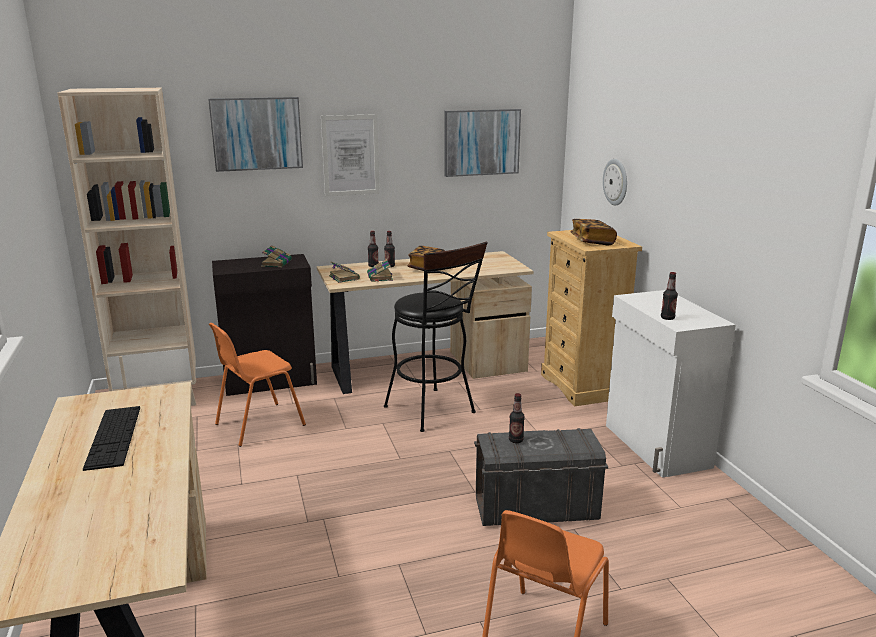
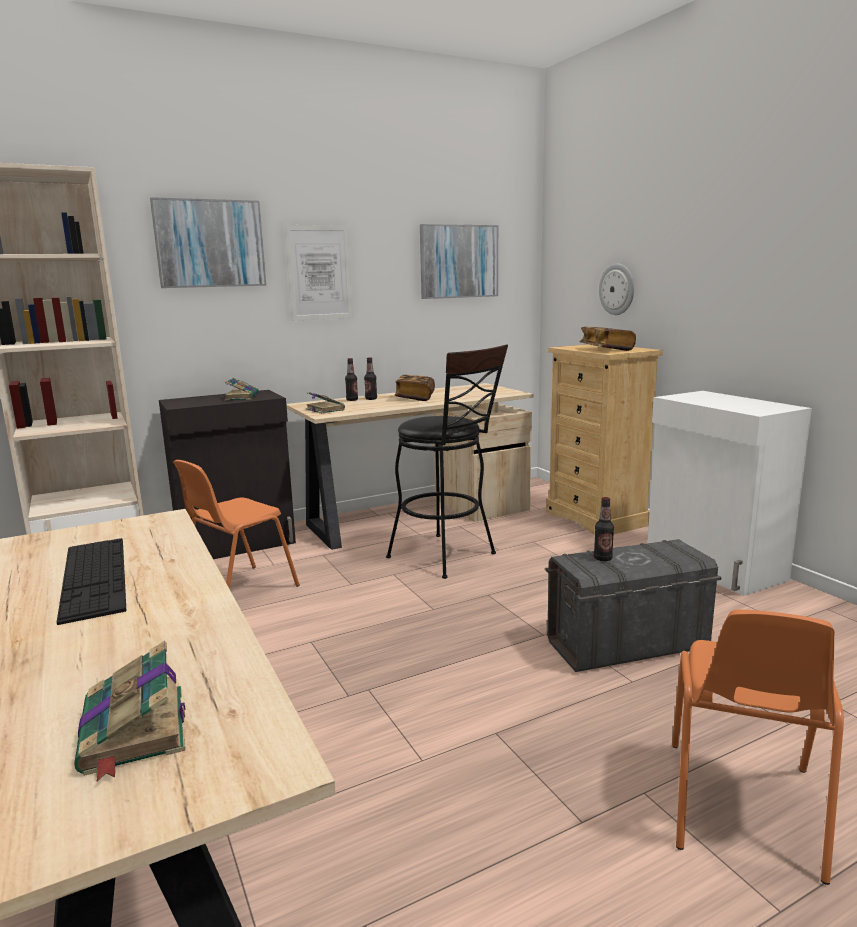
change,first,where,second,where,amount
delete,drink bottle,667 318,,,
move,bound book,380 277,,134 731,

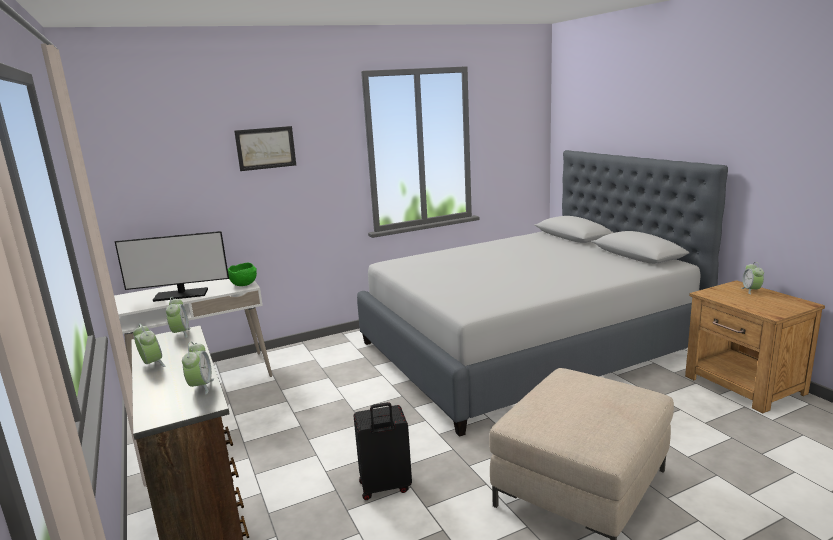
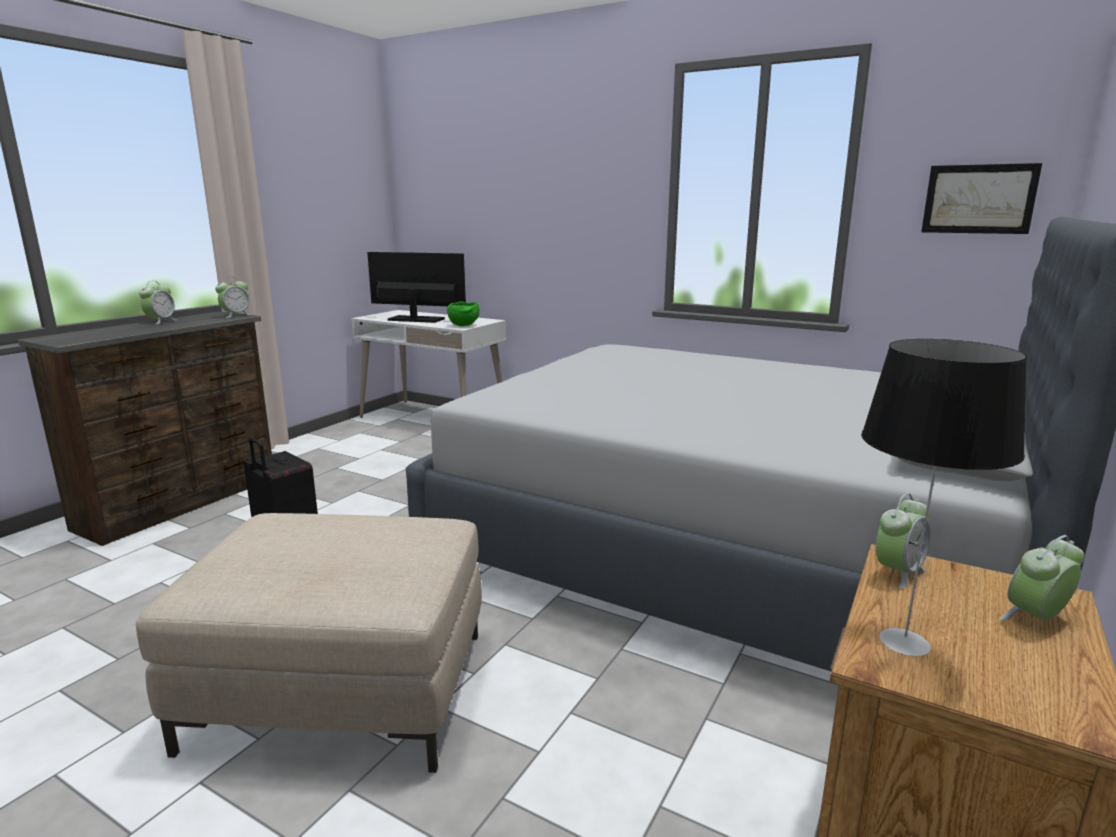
change,first,where,second,where,amount
insert,,,table lamp,904 643,
move,table clock,201 387,,898 573,
move,wall picture,266 148,,979 199,
rotate,computer screen,181 295,,416 319,150 degrees clockwise

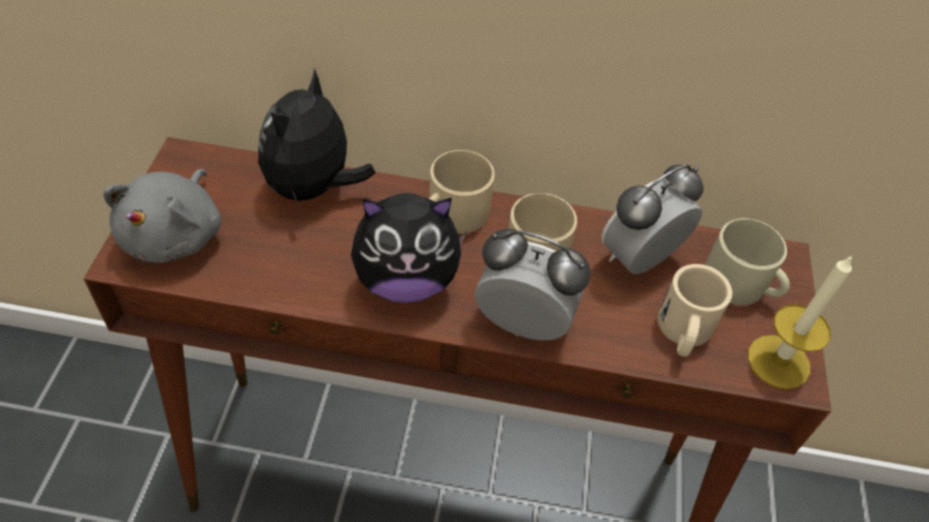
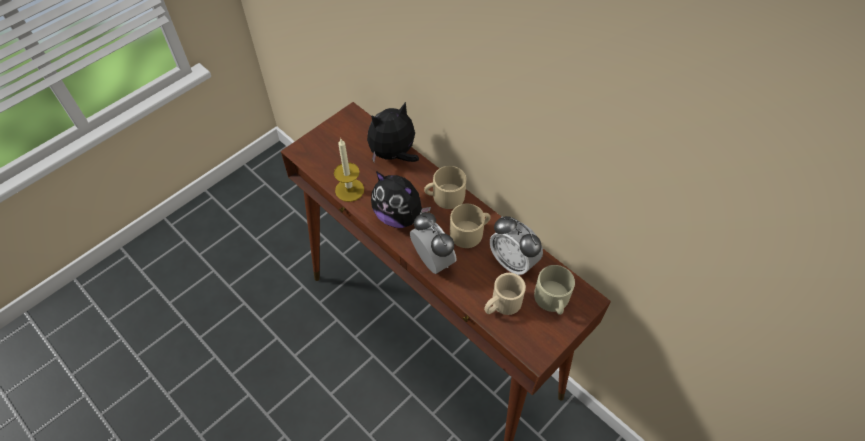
change,first,where,second,where,amount
delete,greyish soft toy,176 235,,,
move,wax candle,778 361,,349 190,
rotate,table clock,639 259,,513 262,135 degrees counterclockwise

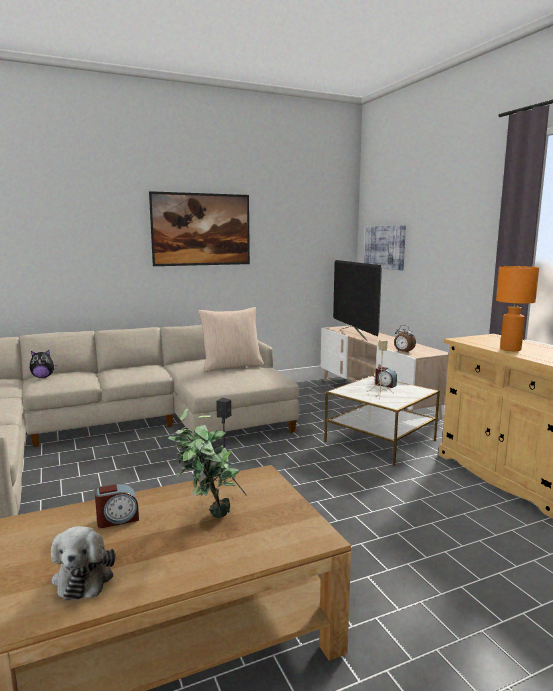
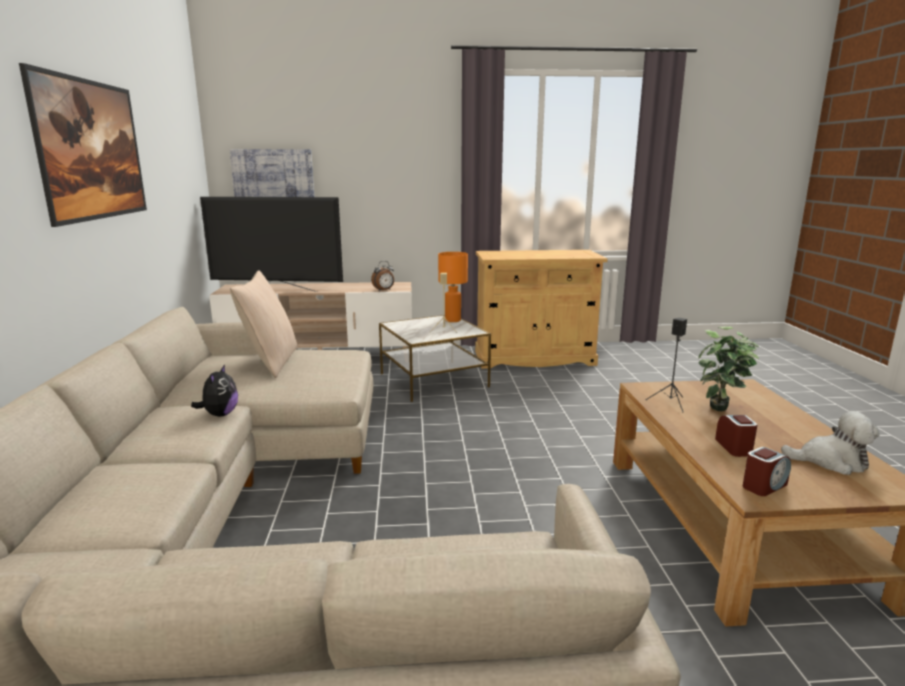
change,first,where,second,where,amount
move,soft toy,43 377,,220 414,
move,table clock,385 385,,764 486,
move,orange table lamp,509 349,,452 320,

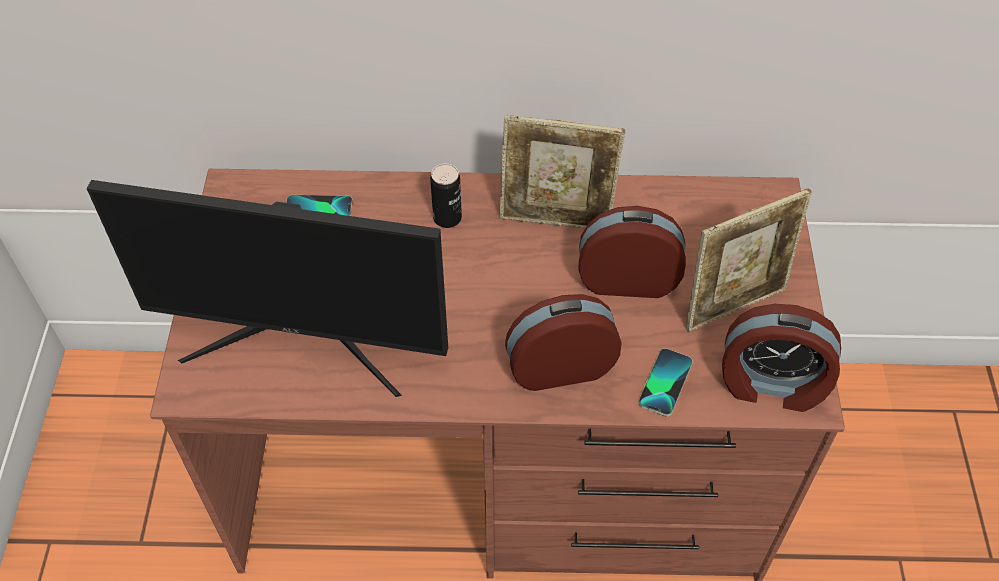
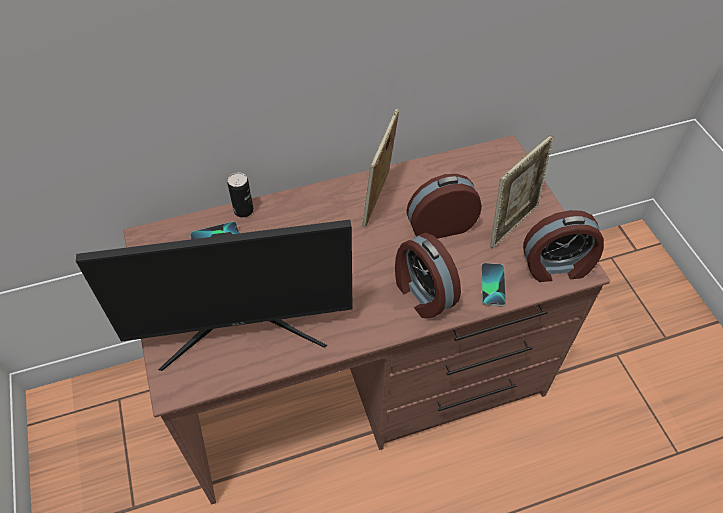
change,first,where,second,where,amount
move,can,447 218,,243 210,
rotate,photo frame,556 220,,378 200,120 degrees clockwise
rotate,table clock,559 365,,422 293,90 degrees counterclockwise

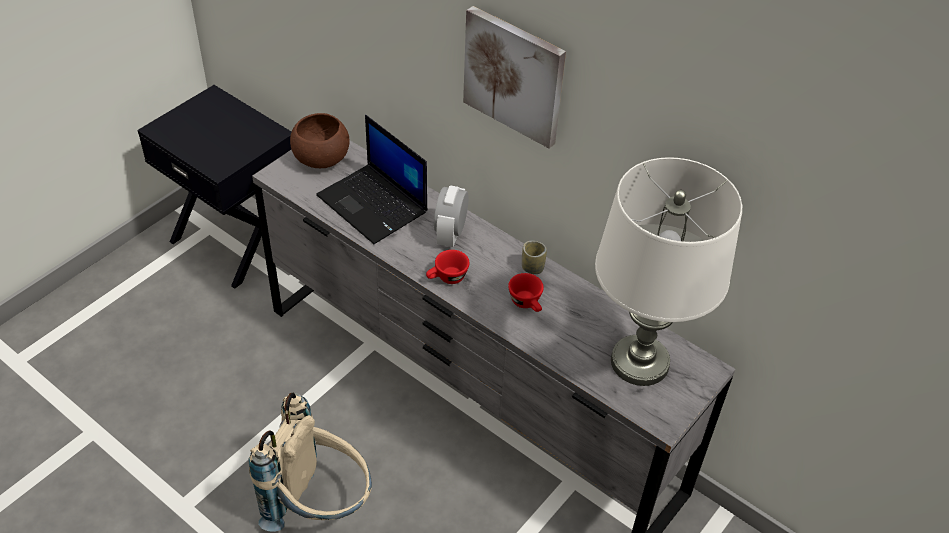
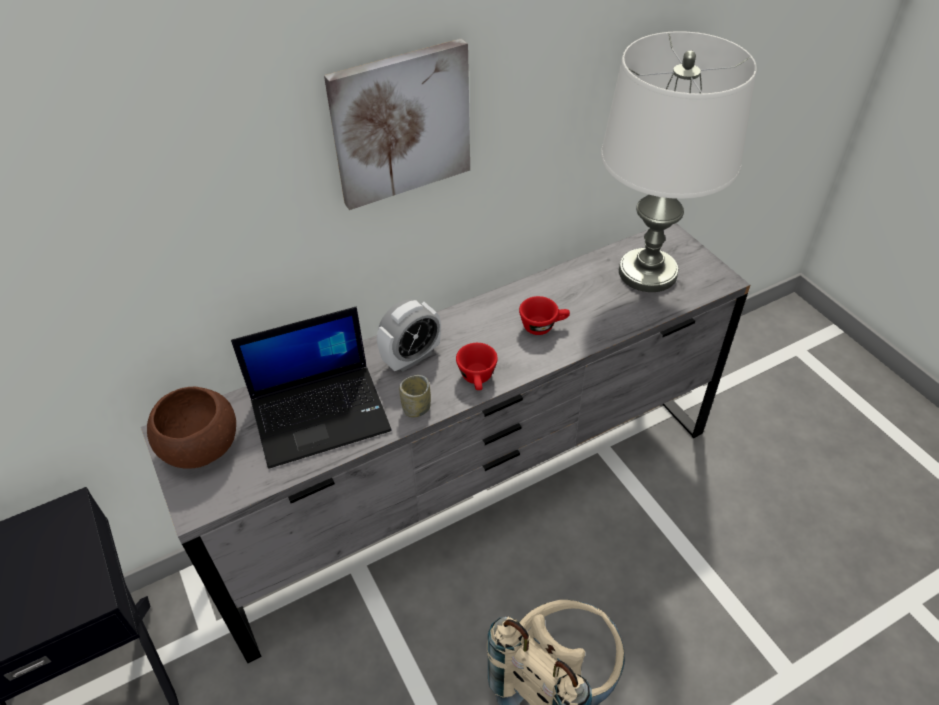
change,first,where,second,where,amount
move,small cup,532 267,,416 408,
rotate,table clock,450 234,,411 357,75 degrees counterclockwise

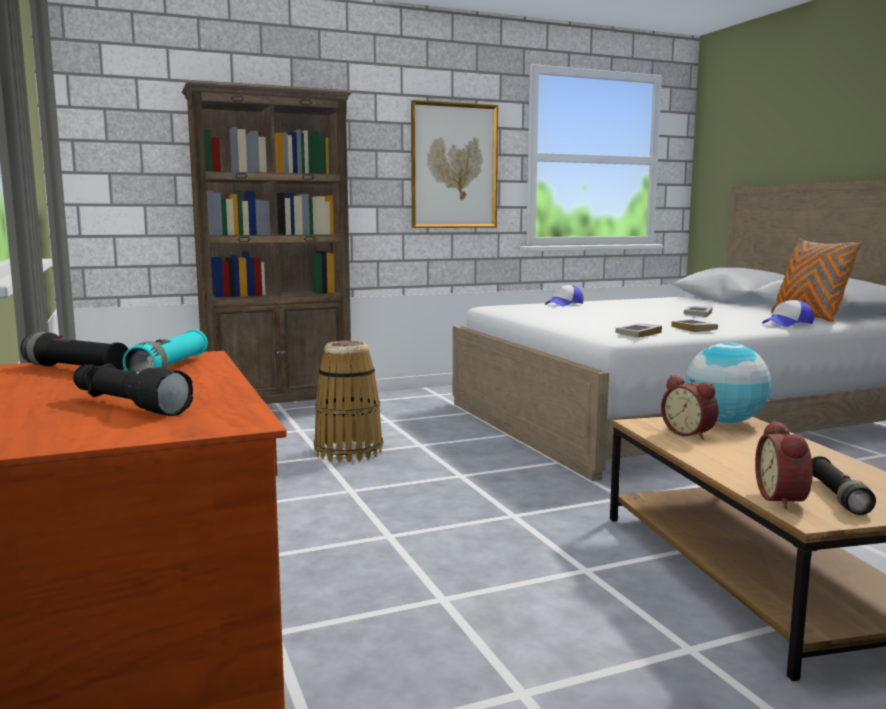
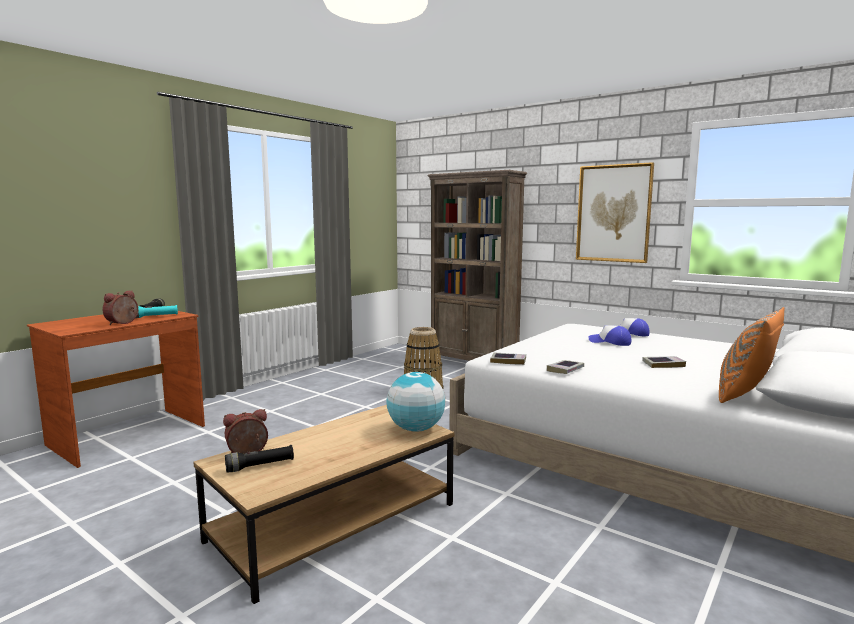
change,first,where,second,where,amount
delete,black torch,127 405,,,
move,table clock,689 433,,123 323,
move,baseball cap,787 324,,610 342,

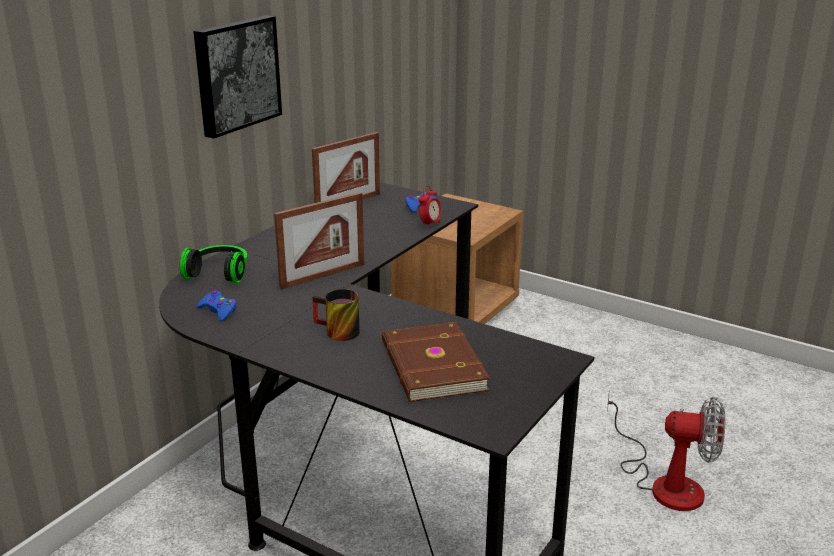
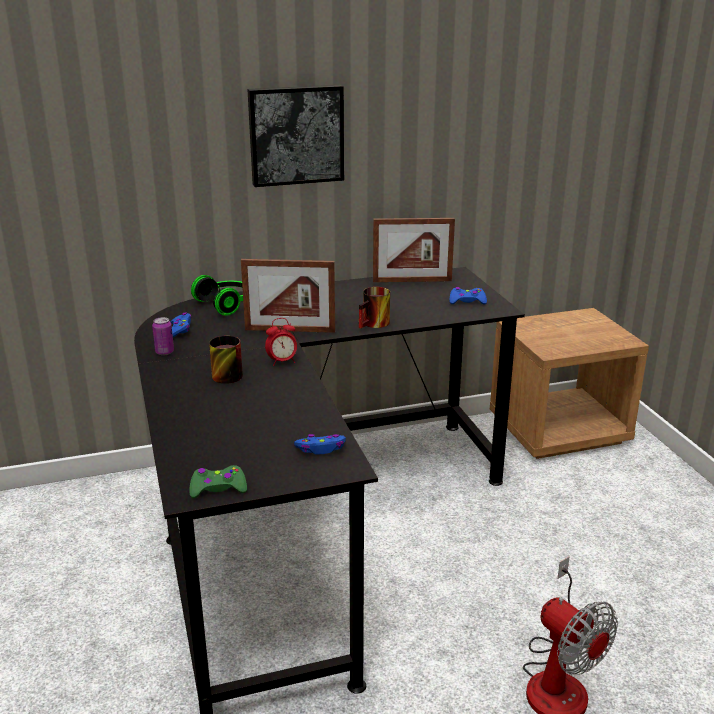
change,first,where,second,where,amount
delete,brownish bound book,431 367,,,
insert,,,can,164 352,
insert,,,greenish game controller,218 488,
insert,,,blue-coloured game controller,321 449,
insert,,,tea mug,375 324,
move,table clock,430 224,,282 362,

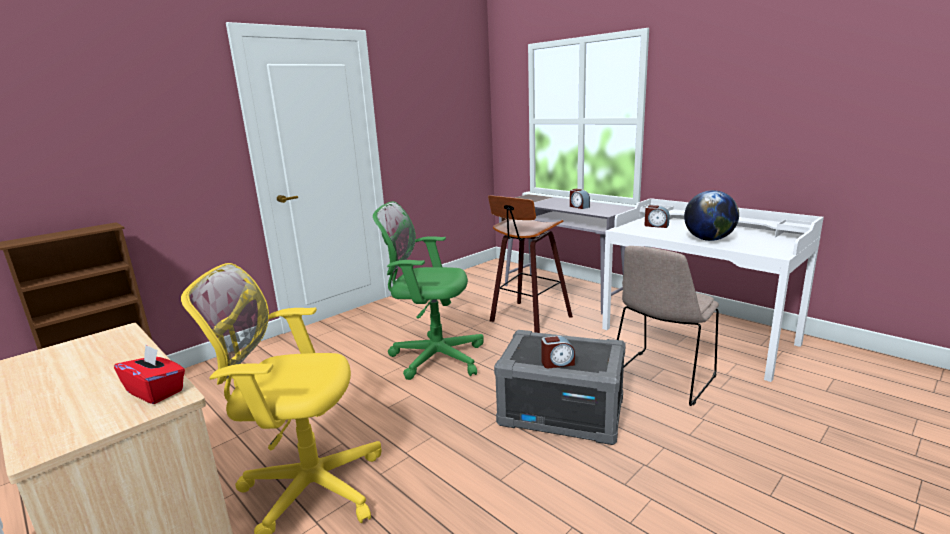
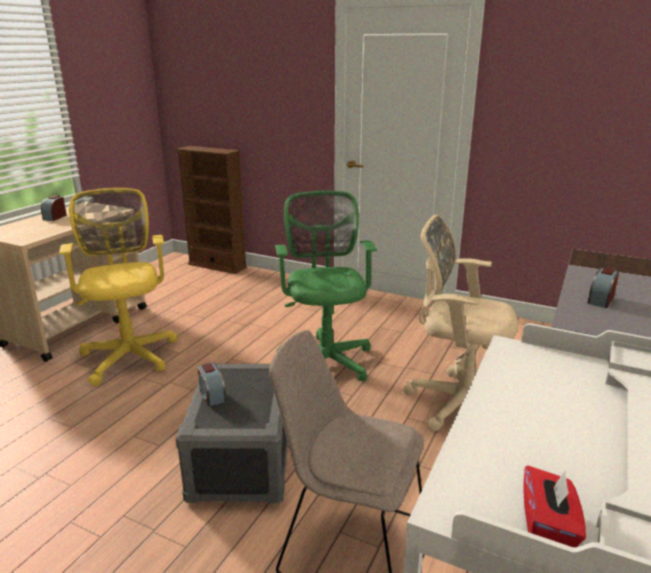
change,first,where,second,where,amount
delete,world globe,708 239,,,
move,red-coloured box of tissues,156 391,,548 527,
move,table clock,656 225,,55 217,
replace,stool,528 319,sand-coloured computer chair,458 403,

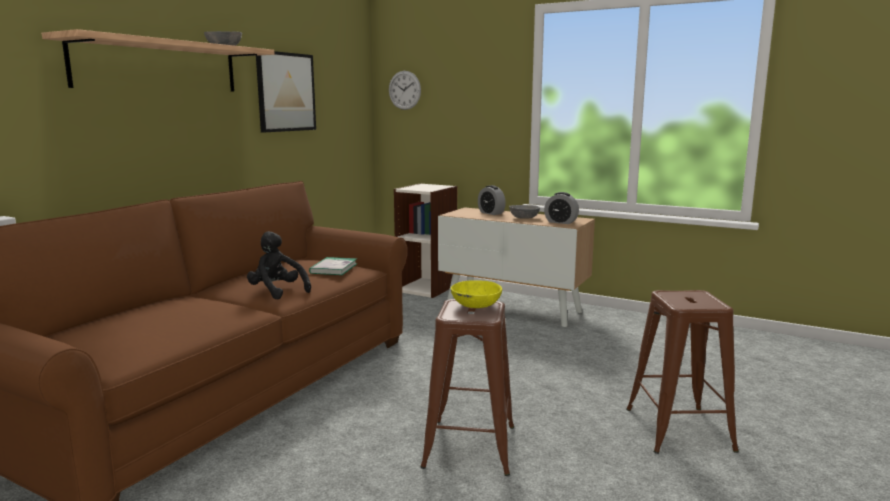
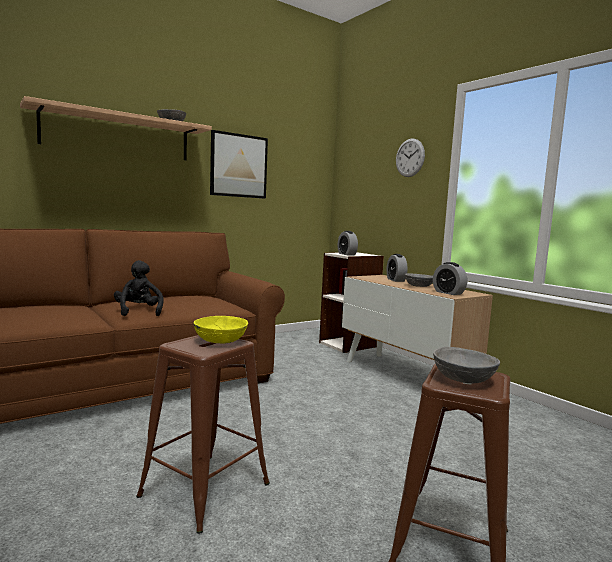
change,first,where,second,where,amount
delete,bound book,334 268,,,
insert,,,table clock,346 254,
insert,,,greyish bowl,462 379,
move,wall clock,404 90,,410 158,

